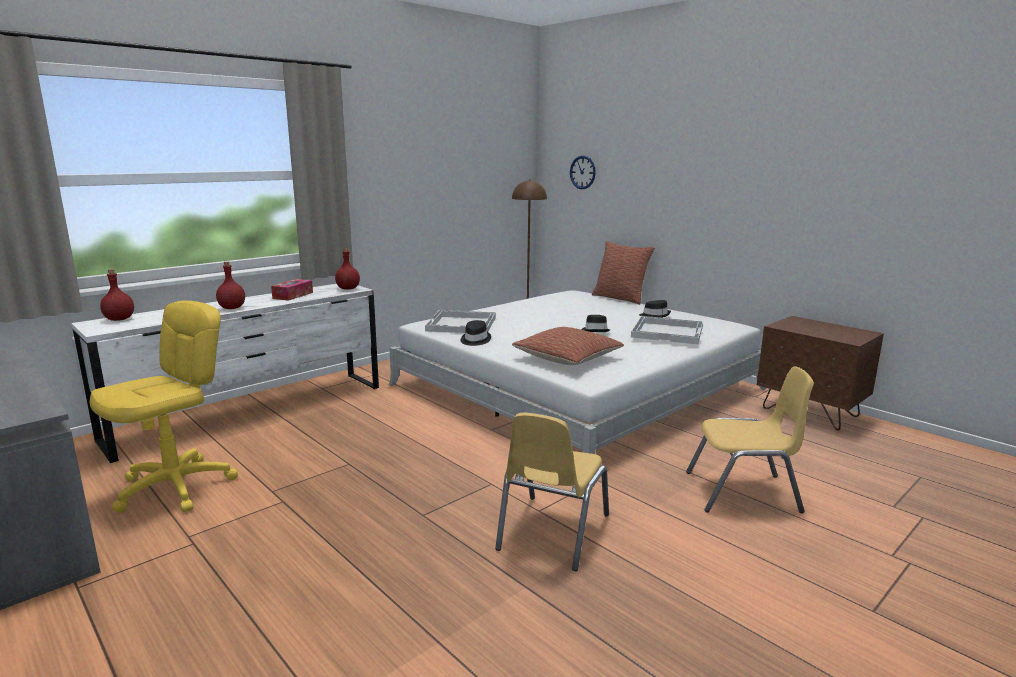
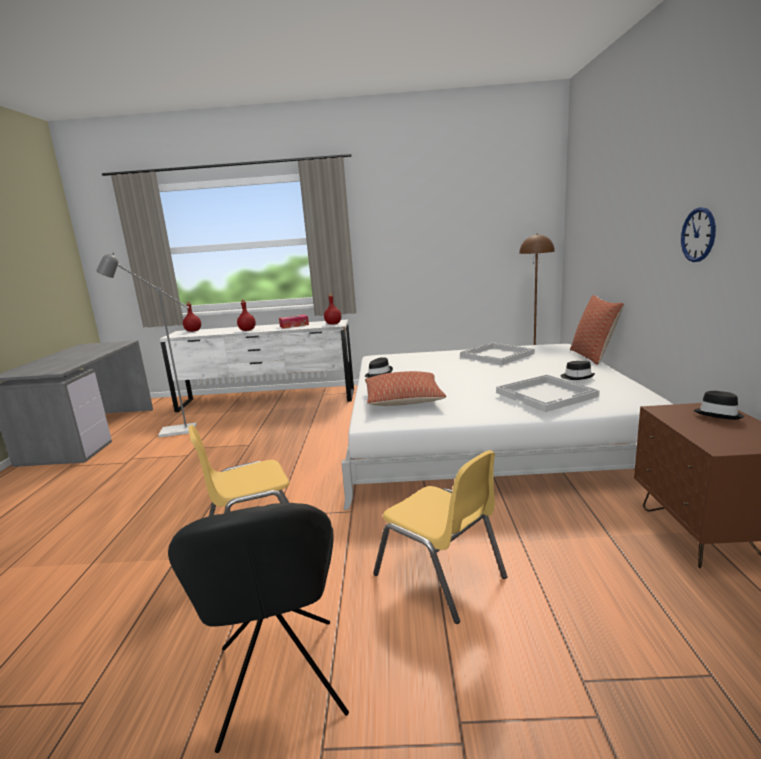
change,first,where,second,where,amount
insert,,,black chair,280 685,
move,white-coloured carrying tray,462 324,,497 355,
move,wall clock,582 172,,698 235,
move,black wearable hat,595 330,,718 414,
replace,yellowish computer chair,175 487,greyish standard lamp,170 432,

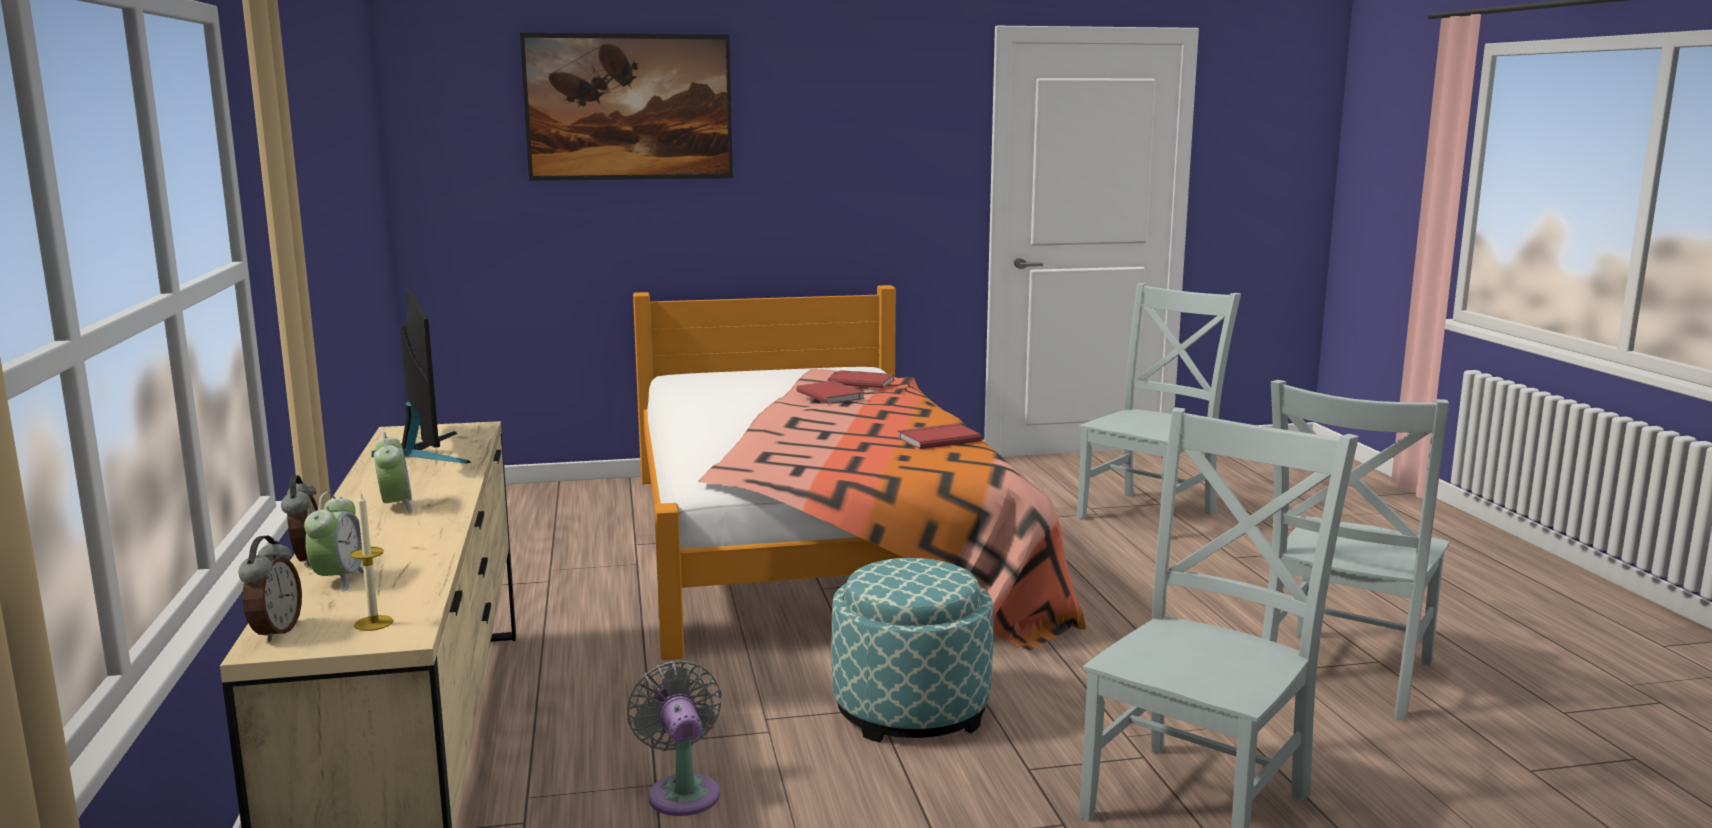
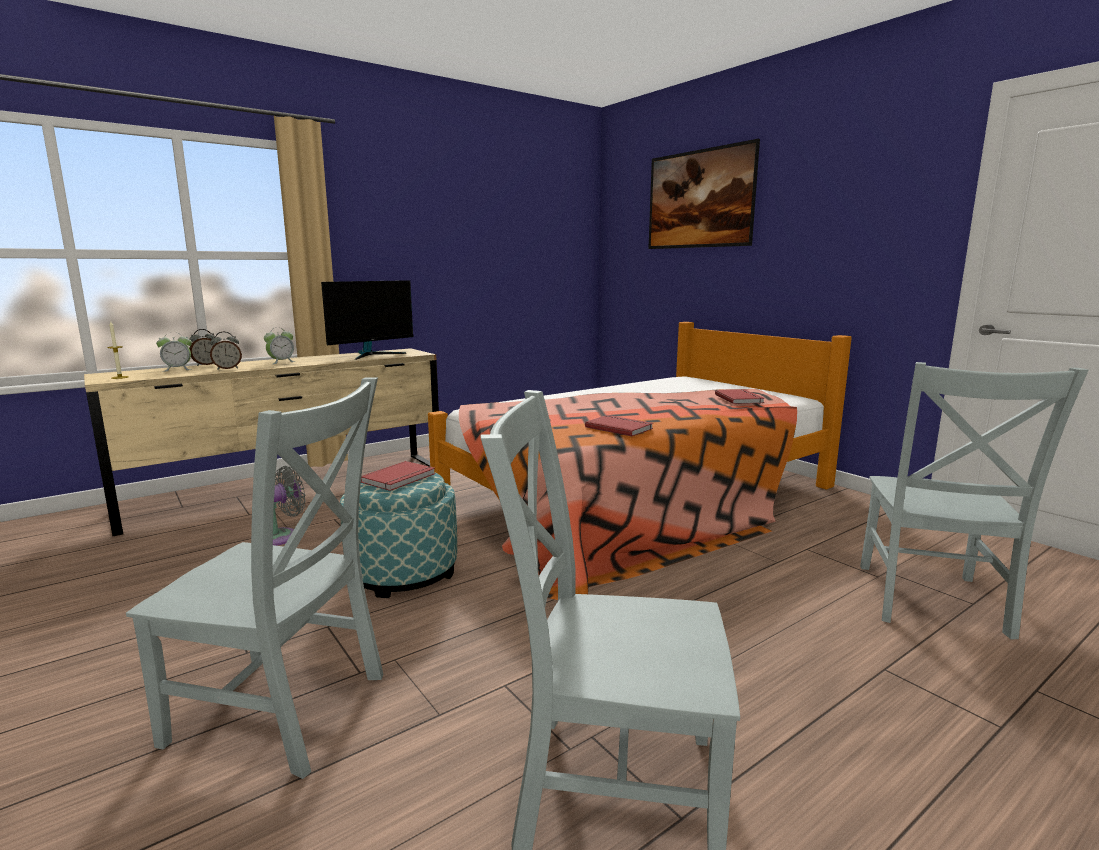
change,first,where,second,where,amount
move,table clock,274 632,,228 368,
move,red-coloured bound book,831 395,,400 478,
rotate,greyish chair,1150 513,,930 602,90 degrees clockwise

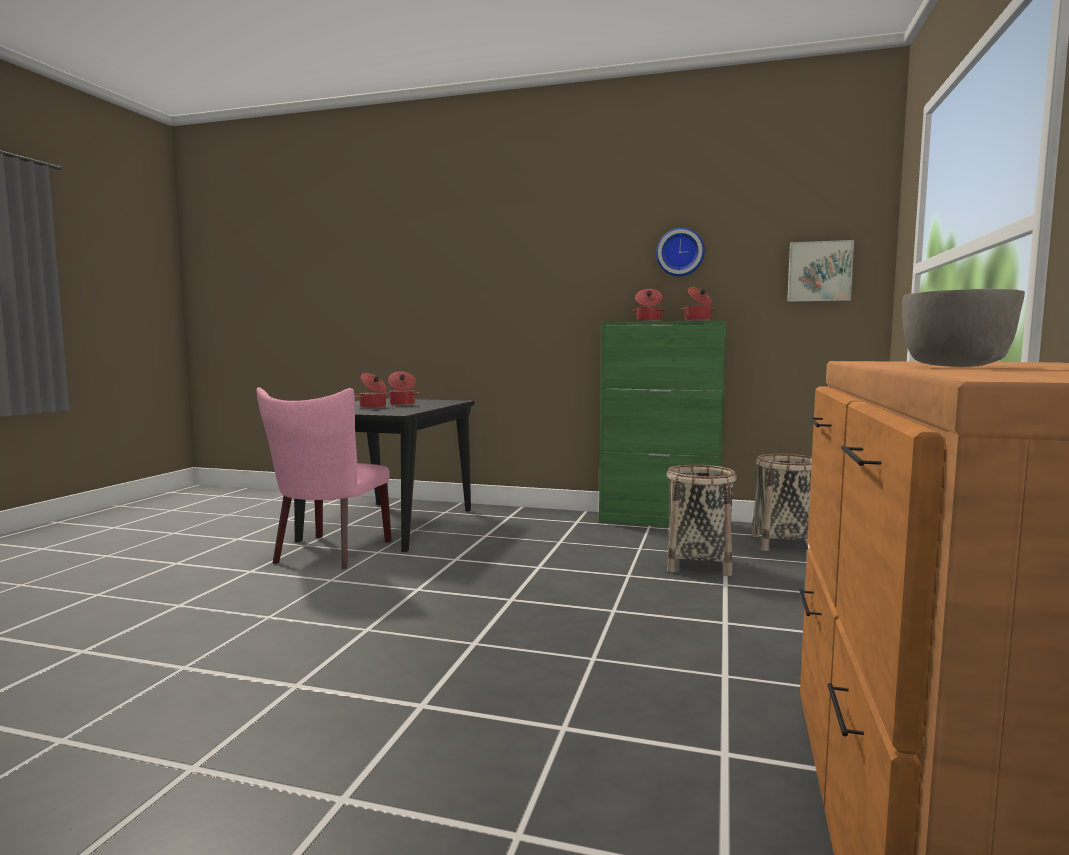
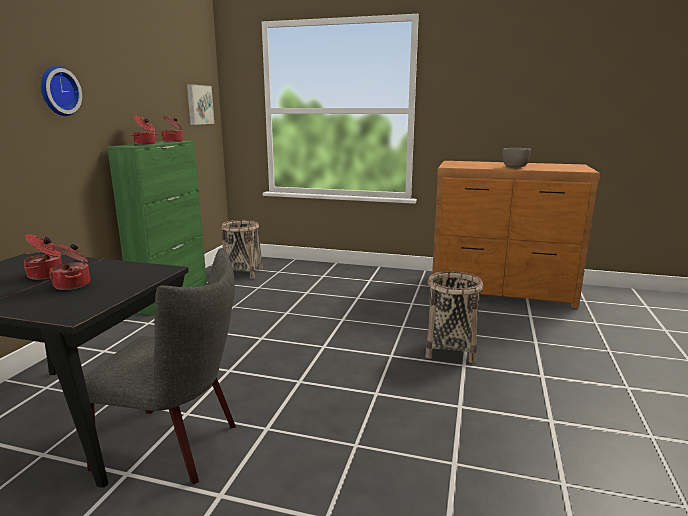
change,first,where,second,where,amount
move,wall clock,680 252,,58 91,
move,household basket,698 564,,450 349,
recolor,pink-coloured chair,329 554,greyish chair,177 446,

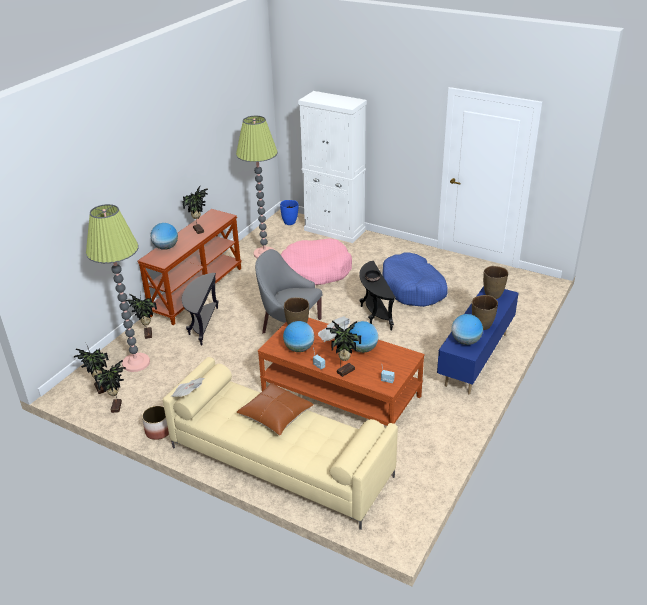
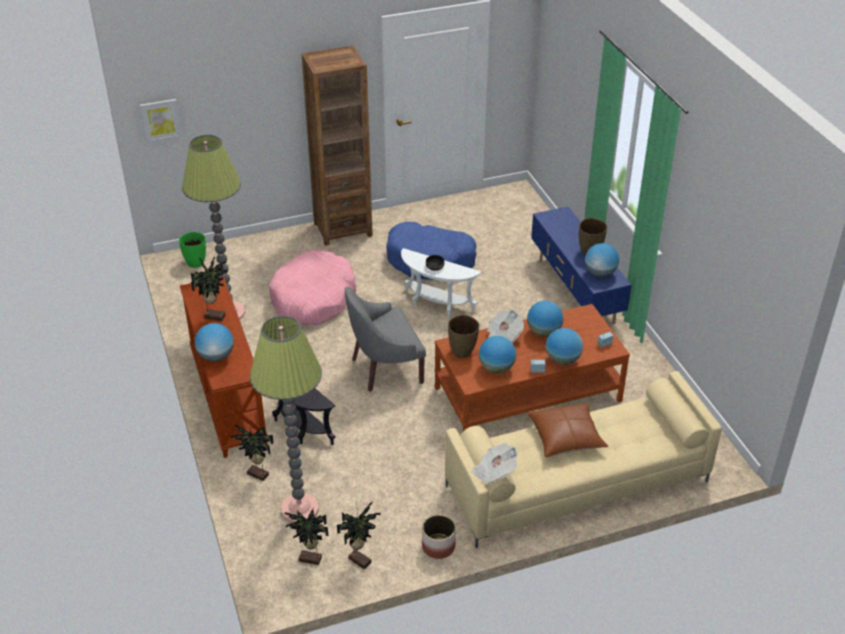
change,first,where,second,where,amount
delete,white-coloured cupboard,334 230,,,
delete,brownish decorative vase,492 295,,,
insert,,,wall picture,160 120,
insert,,,brownish bookcase,343 229,
replace,potted plant,344 371,world globe,562 360,
recolor,blue-coloured decorative vase,290 222,greenish decorative vase,195 263,
recolor,black end table,374 313,white-coloured end table,436 305,

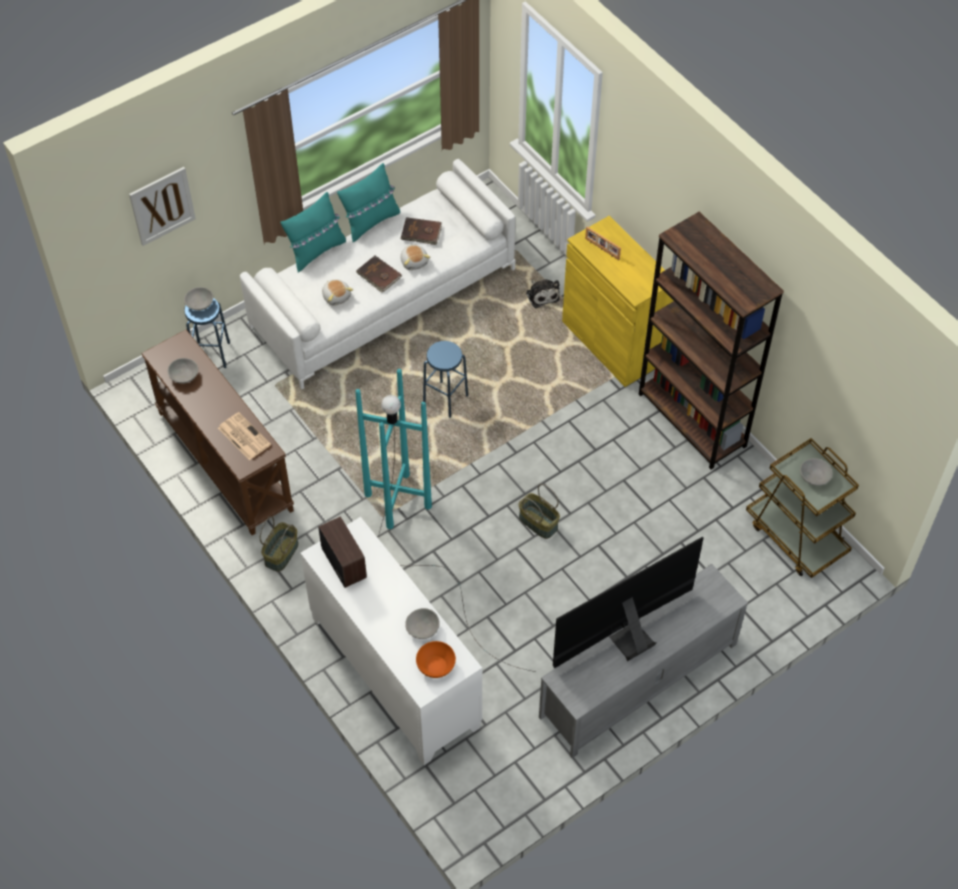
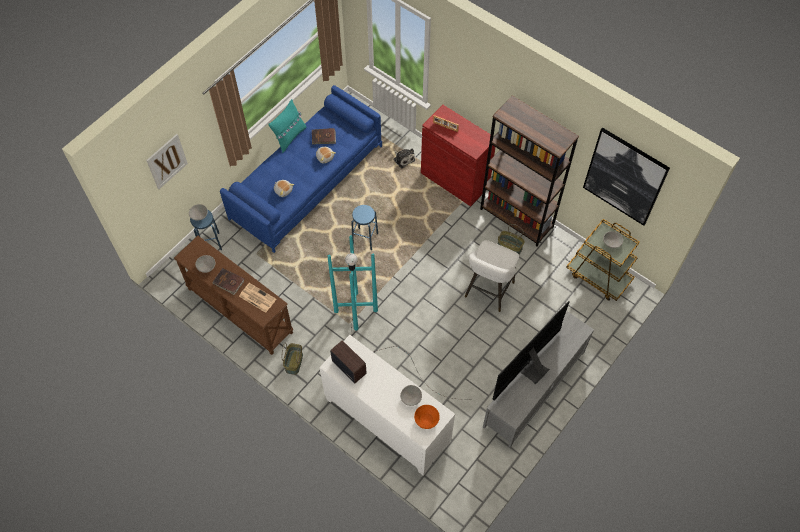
change,first,where,second,where,amount
delete,blue-green pillow,316 251,,,
insert,,,white-coloured stool,488 292,
insert,,,wall picture,624 177,
move,brownish bound book,378 275,,228 282,
move,household basket,537 523,,509 247,
recolor,white-coloured sofa,383 298,blue-coloured sofa,307 182,
recolor,yellowish cupboard,612 342,red-coloured cupboard,455 179,

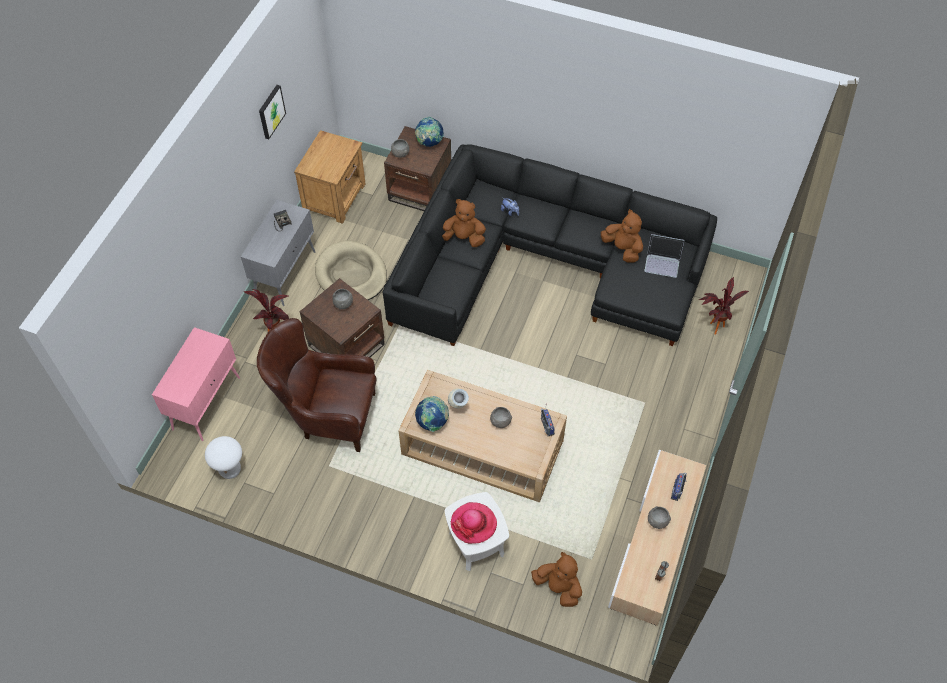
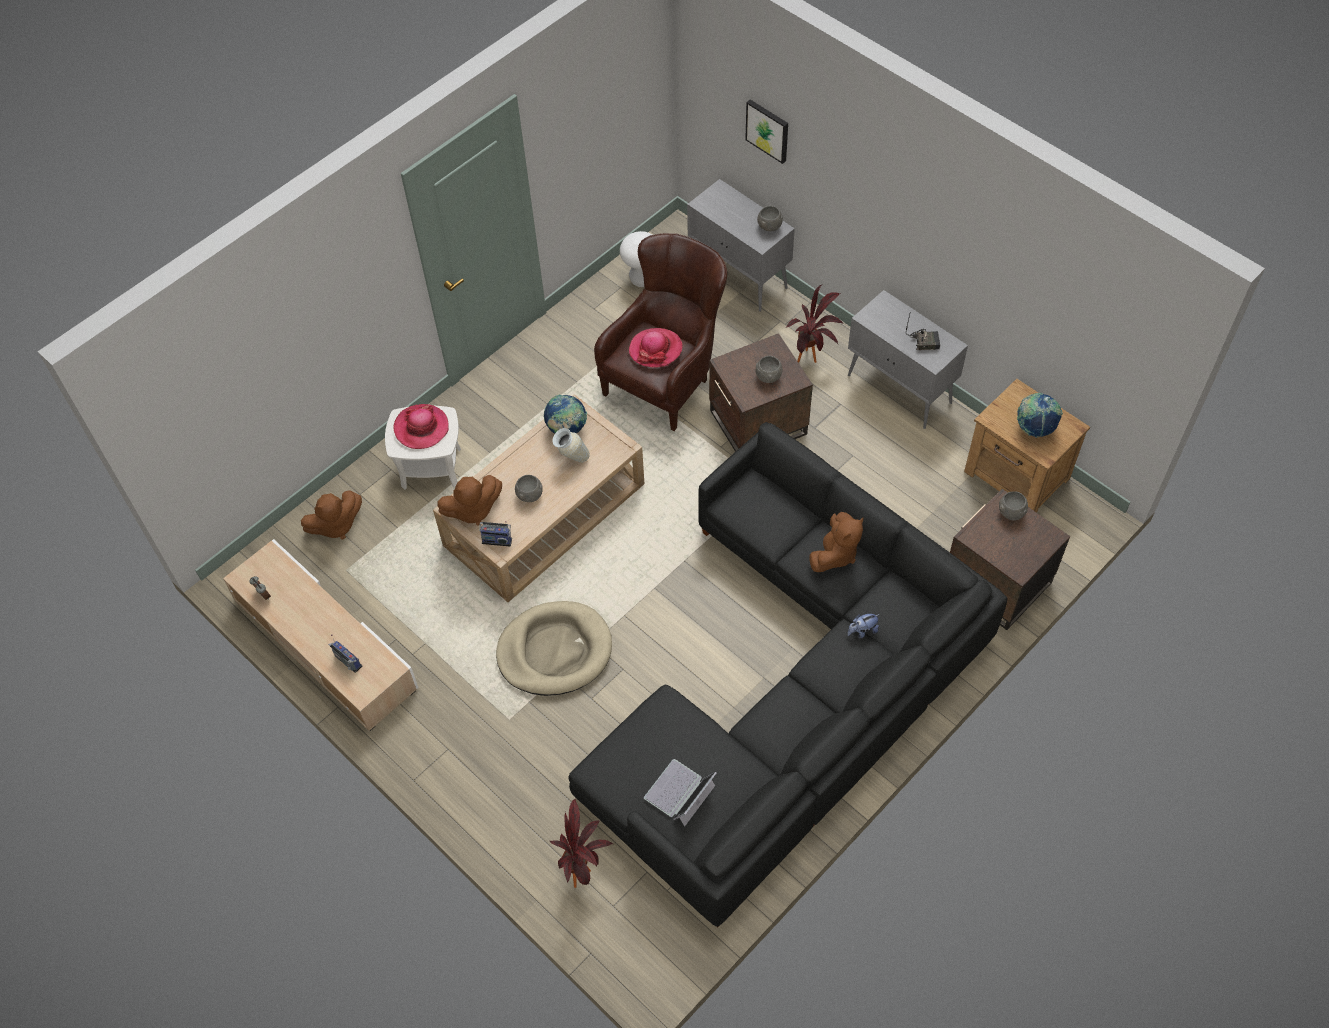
change,first,where,second,where,amount
insert,,,wearable hat,655 349,
move,wall picture,271 111,,768 130,
move,sand-coloured dog bed,351 274,,554 651,
move,world globe,429 143,,1034 428,
move,brownish soft toy,622 249,,472 510,
move,greyish bowl,657 522,,769 227,
recolor,pink-coloured cupboard,206 402,greyish cupboard,739 276,

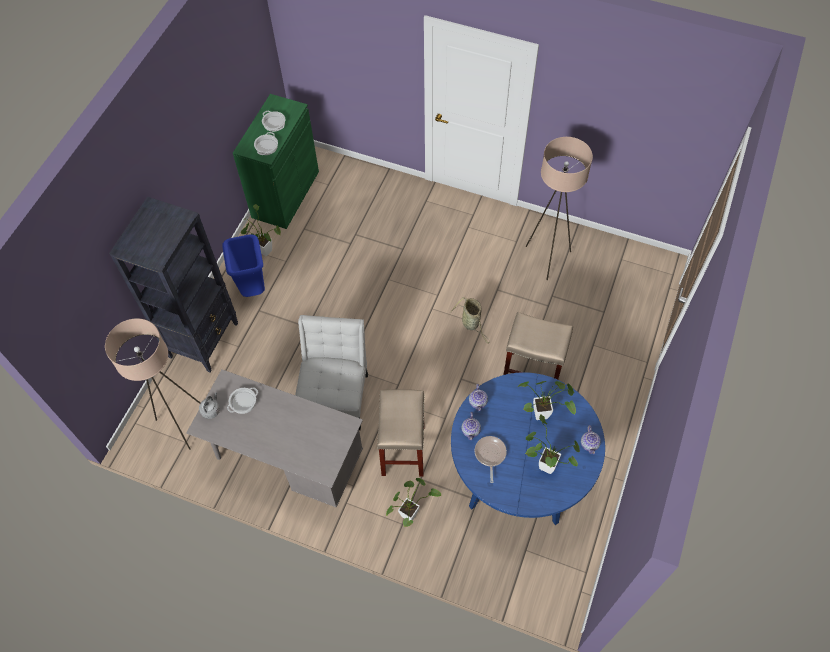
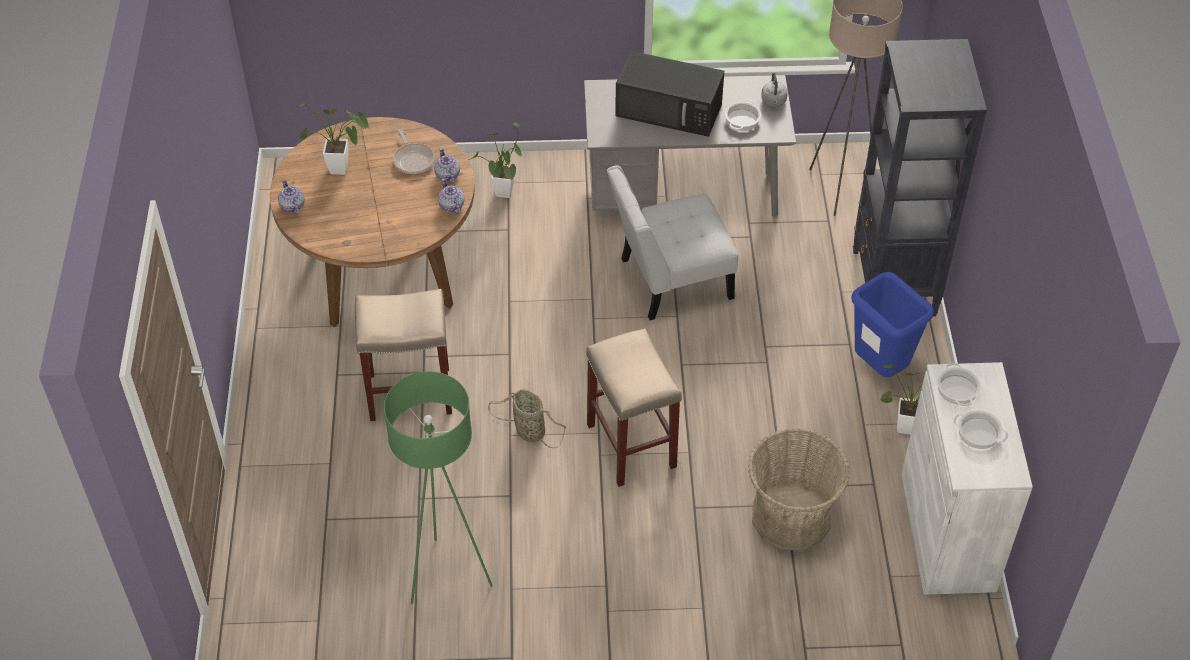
change,first,where,second,where,amount
delete,potted plant,544 414,,,
insert,,,black kitchen microwave,670 110,
insert,,,household basket,791 516,
move,sand-coloured stool,402 449,,632 446,
recolor,greenish cupboard,285 194,white-coloured cupboard,947 531,
recolor,blue-coloured dining table,519 475,brownish dining table,384 272,
recolor,sand-coloured standard lamp,547 258,greenish standard lamp,446 576,
rotate,white-coloured chair,336 395,,669 280,90 degrees clockwise

